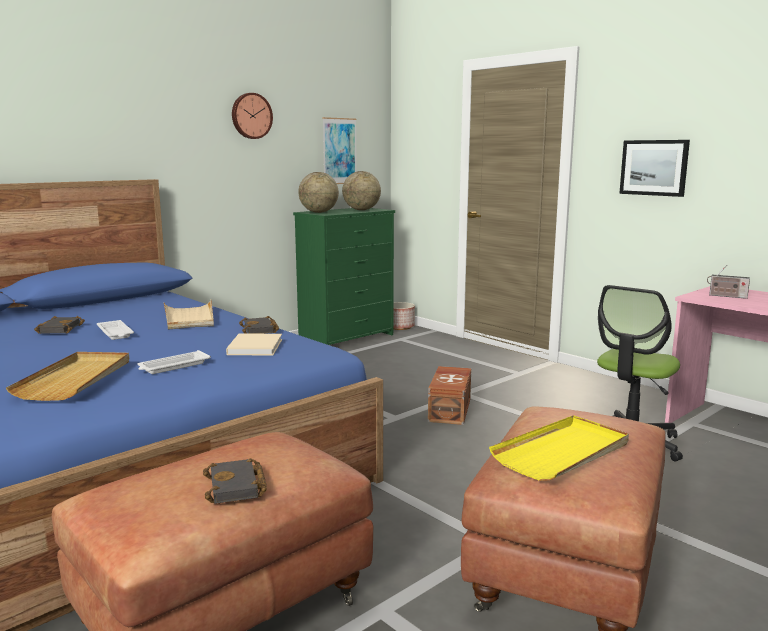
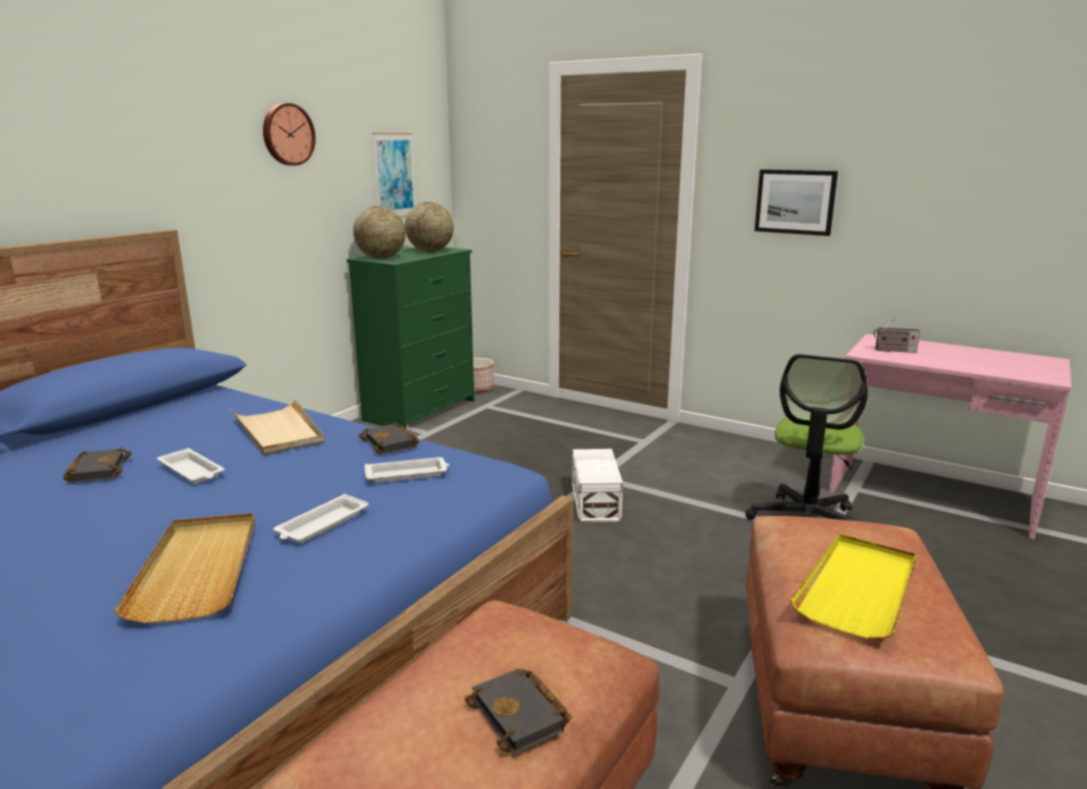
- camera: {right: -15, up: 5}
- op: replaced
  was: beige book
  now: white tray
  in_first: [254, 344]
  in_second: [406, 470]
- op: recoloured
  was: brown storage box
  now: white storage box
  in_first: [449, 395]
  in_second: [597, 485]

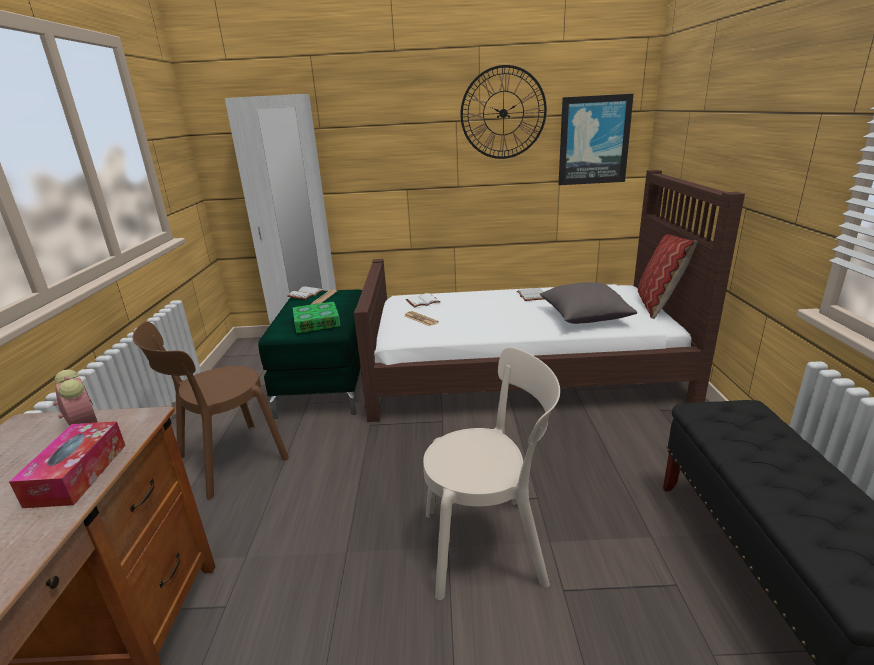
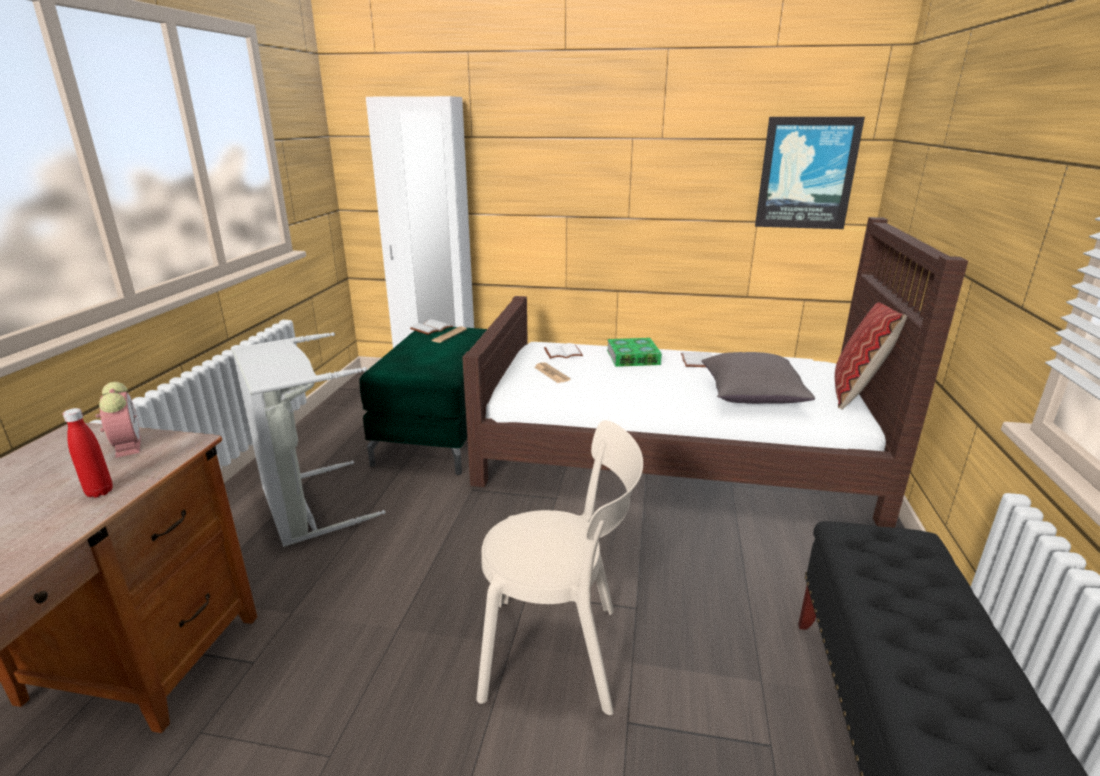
- camera: {right: 10, up: 0}
- op: removed
  was: wall clock
  in_first: [503, 112]
- op: moved
  was: book
  in_first: [316, 317]
  in_second: [634, 352]
- op: replaced
  was: brown chair
  now: grey laundry basket
  in_first: [211, 410]
  in_second: [309, 439]
- op: replaced
  was: tissue box
  now: red bottle
  in_first: [67, 464]
  in_second: [88, 453]

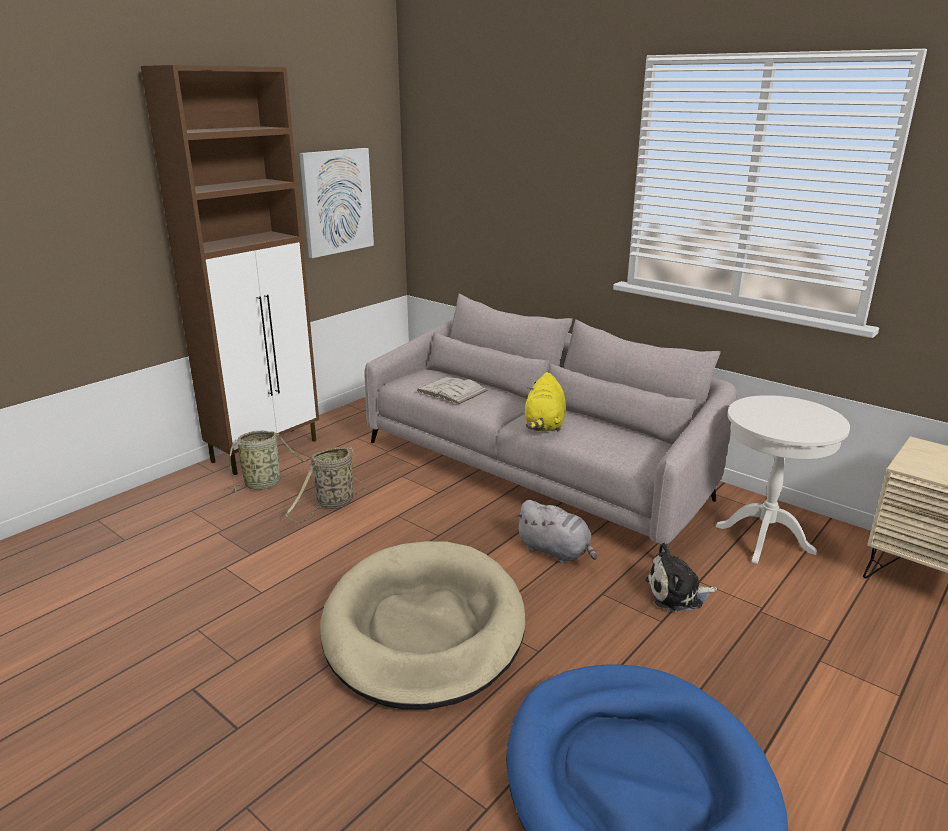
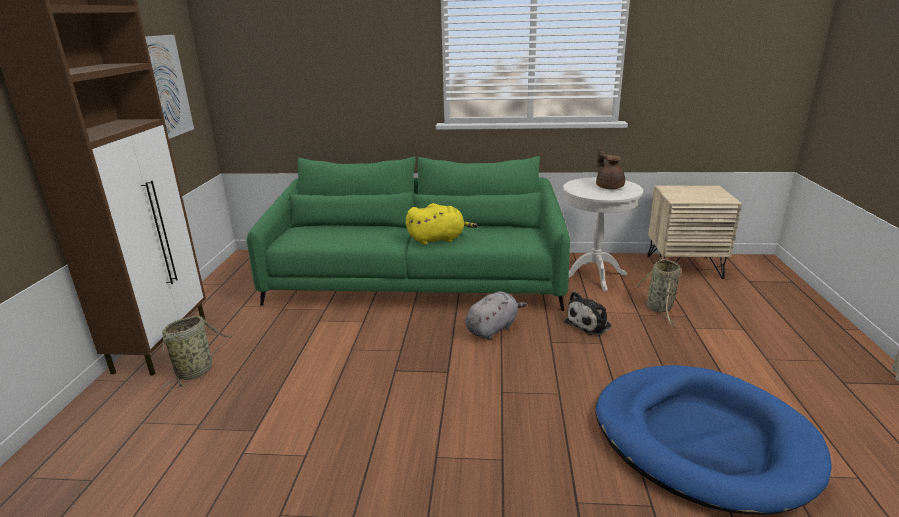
- camera: {right: -35, up: 0}
- op: recoloured
  was: grey sofa
  now: green sofa
  in_first: [550, 419]
  in_second: [408, 233]
- op: turned
  was: yellow plush toy
  in_first: [545, 401]
  in_second: [441, 224]
  clockwise: -75
- op: removed
  was: white book
  in_first: [452, 390]
- op: moved
  was: basket
  in_first: [326, 483]
  in_second: [659, 291]
- op: turned
  was: grey plush toy
  in_first: [556, 531]
  in_second: [496, 315]
  clockwise: -45
- op: removed
  was: beige dog bed
  in_first: [422, 625]
- op: added
  now: brown teapot
  in_second: [610, 167]

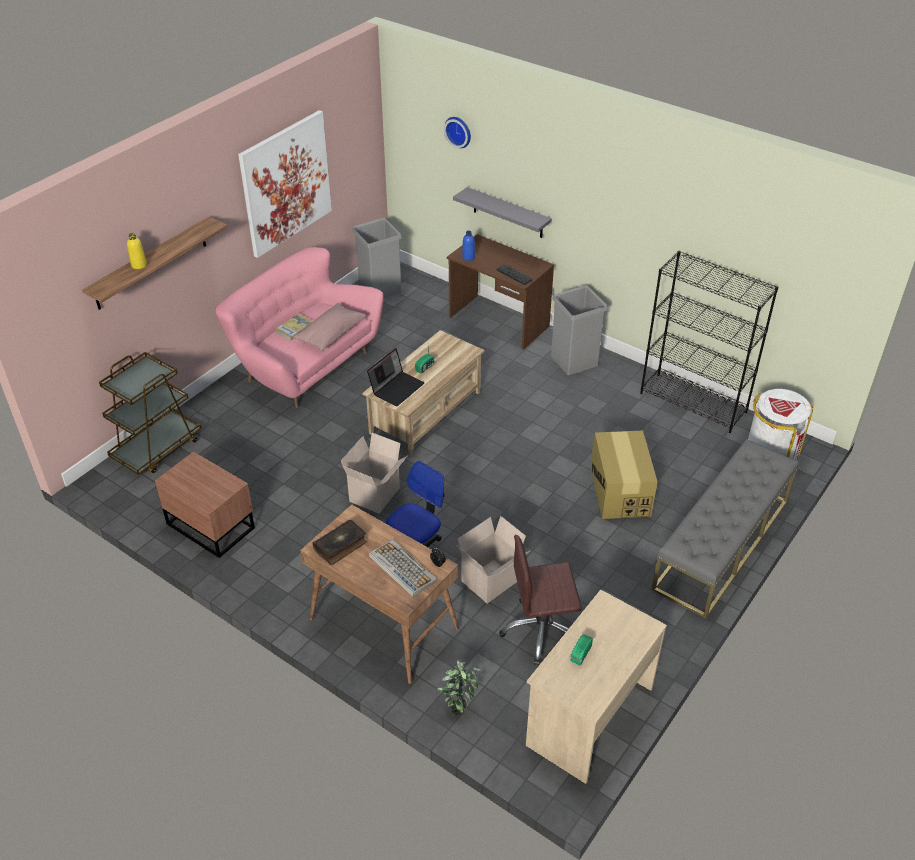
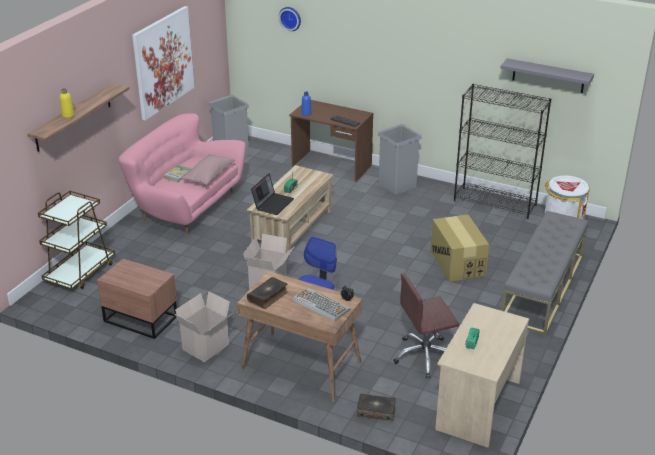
- camera: {right: -10, up: -10}
- op: moved
  was: grey shelf
  in_first: [502, 212]
  in_second: [547, 75]
- op: moved
  was: cardboard box
  in_first: [493, 559]
  in_second: [203, 326]
- op: replaced
  was: potted plant
  now: book
  in_first: [459, 688]
  in_second: [376, 407]

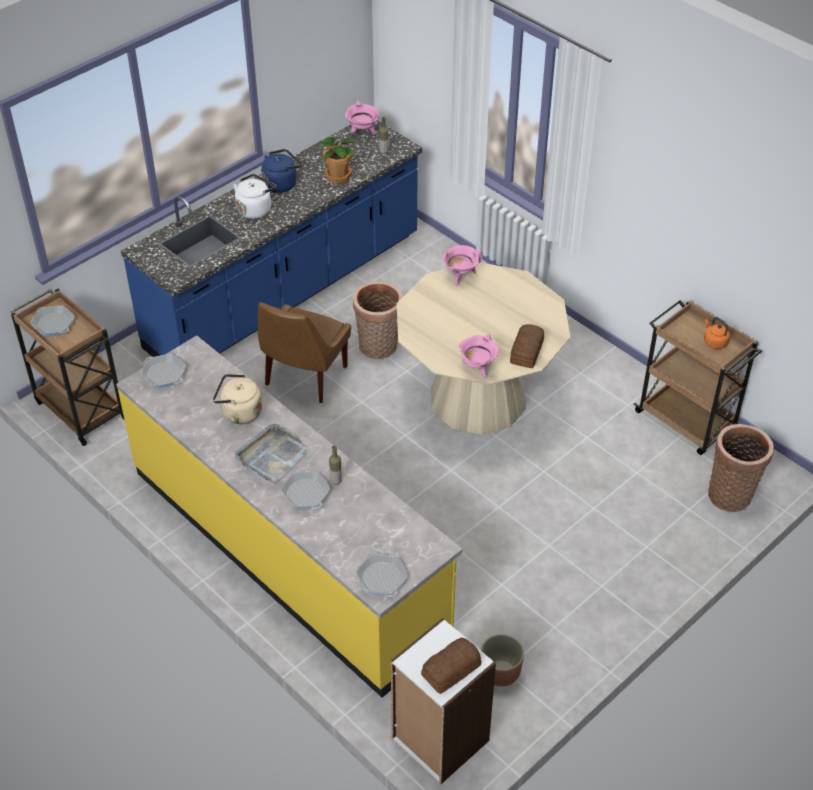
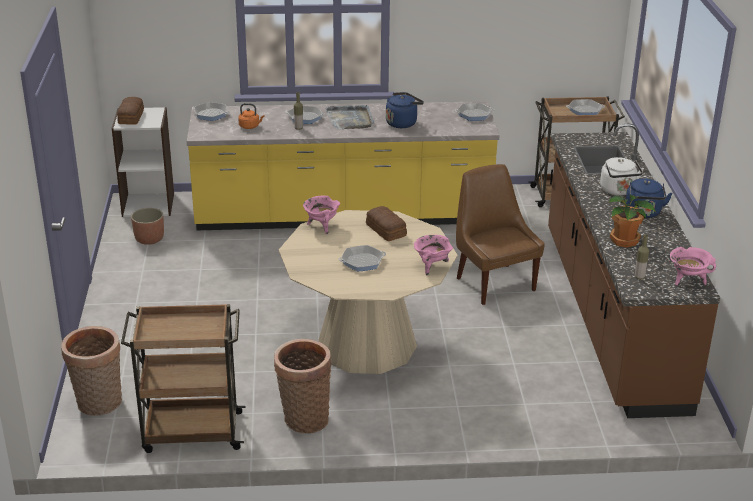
- camera: {right: 130, up: -15}
- op: recoloured
  was: blue counter
  now: brown counter
  in_first: [271, 238]
  in_second: [634, 271]
- op: moved
  was: basket
  in_first: [378, 320]
  in_second: [303, 386]
- op: moved
  was: orange kettle
  in_first: [717, 333]
  in_second: [251, 116]
- op: moved
  was: bread
  in_first: [527, 346]
  in_second: [386, 223]
- op: recoloured
  was: beige kettle
  now: blue kettle
  in_first: [237, 399]
  in_second: [405, 110]
- op: added
  now: frying pan
  in_second: [362, 258]

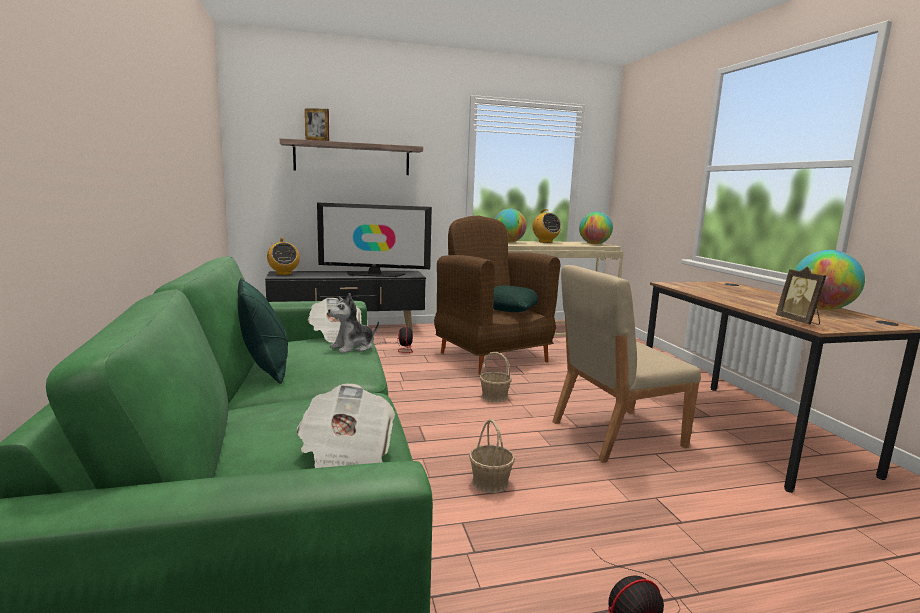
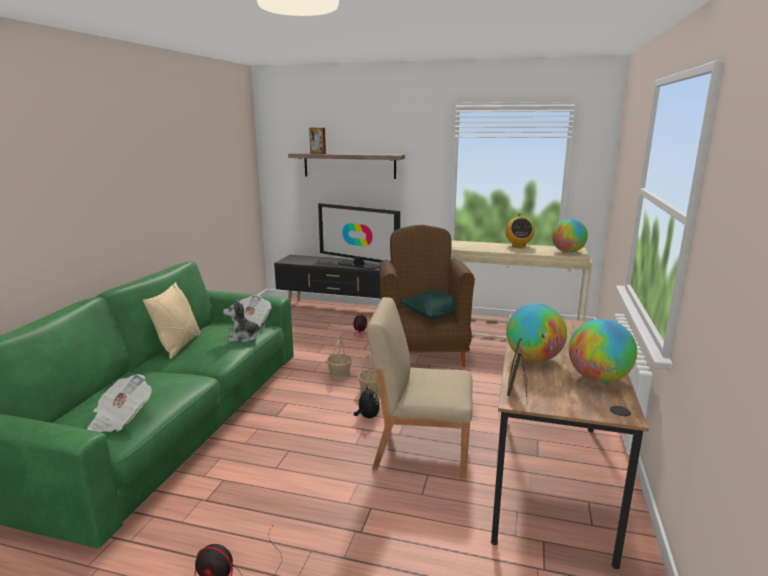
- camera: {right: 30, up: 5}
- op: moved
  was: globe
  in_first: [510, 226]
  in_second: [536, 332]
- op: removed
  was: radio
  in_first: [283, 256]
- op: recoloured
  was: green pillow
  now: beige pillow
  in_first: [263, 331]
  in_second: [171, 320]
- op: moved
  was: basket
  in_first: [492, 456]
  in_second: [339, 359]
- op: added
  now: plush toy
  in_second: [367, 402]

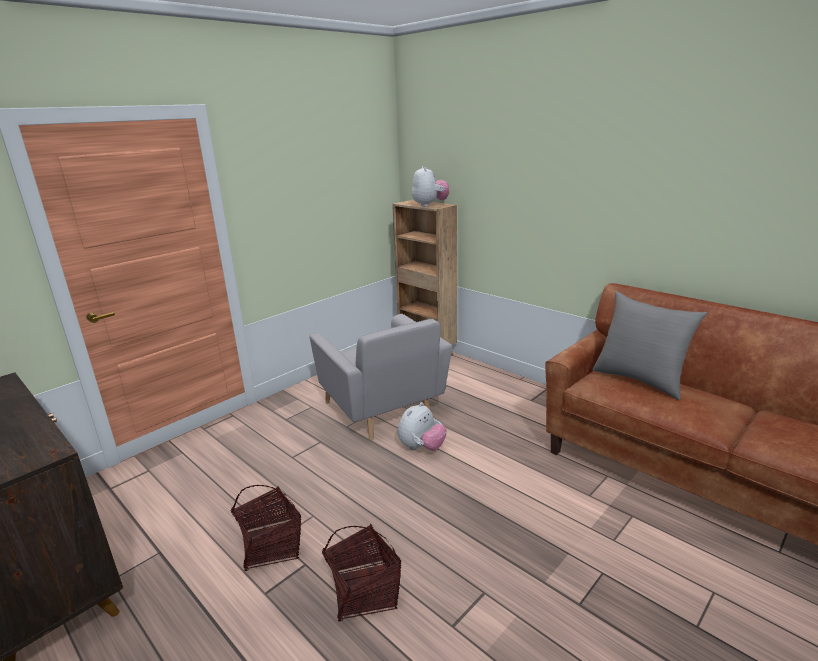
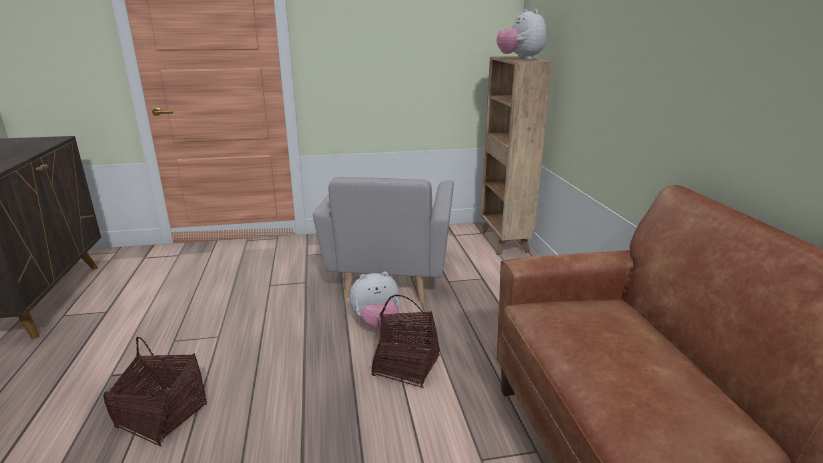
- camera: {right: 35, up: 0}
- op: turned
  was: plush toy
  in_first: [431, 186]
  in_second: [522, 34]
  clockwise: 135
- op: removed
  was: grey pillow
  in_first: [650, 345]
- op: moved
  was: basket
  in_first: [266, 528]
  in_second: [405, 341]

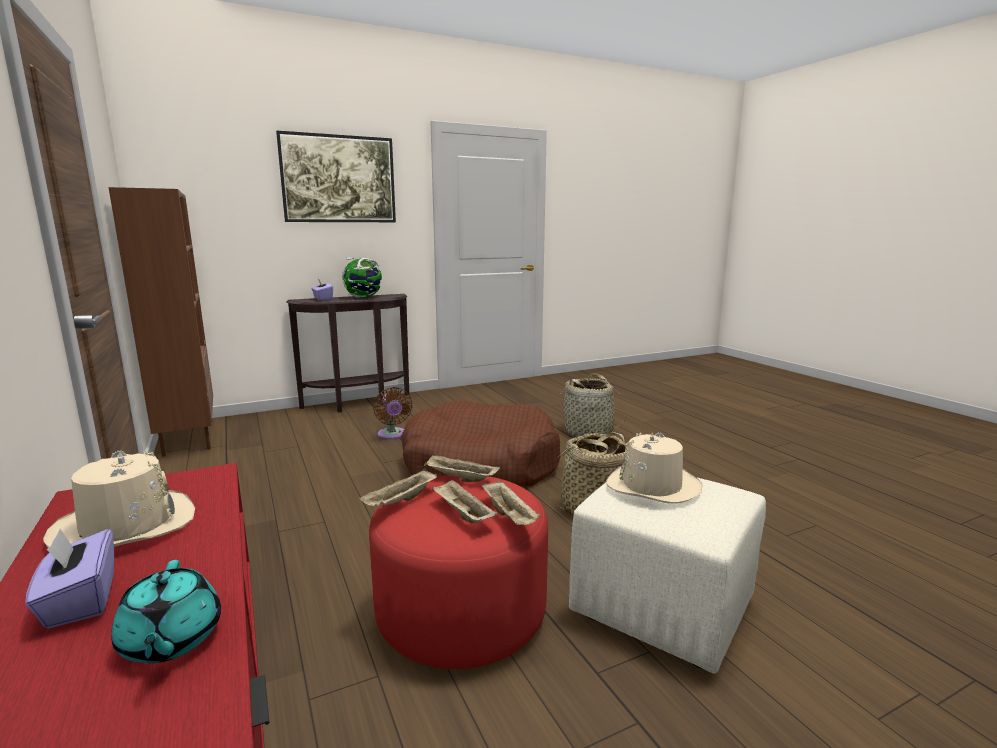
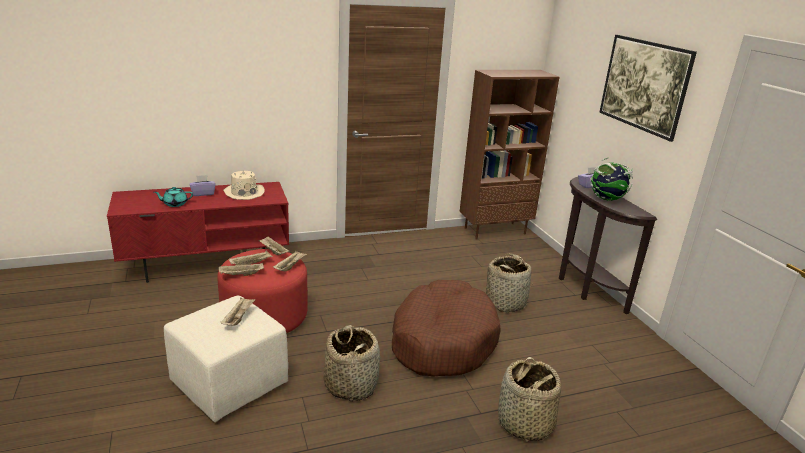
- camera: {right: 95, up: 10}
- op: replaced
  was: brown fan
  now: basket
  in_first: [392, 413]
  in_second: [510, 282]
- op: replaced
  was: beige hat
  now: beige tray
  in_first: [654, 468]
  in_second: [238, 311]

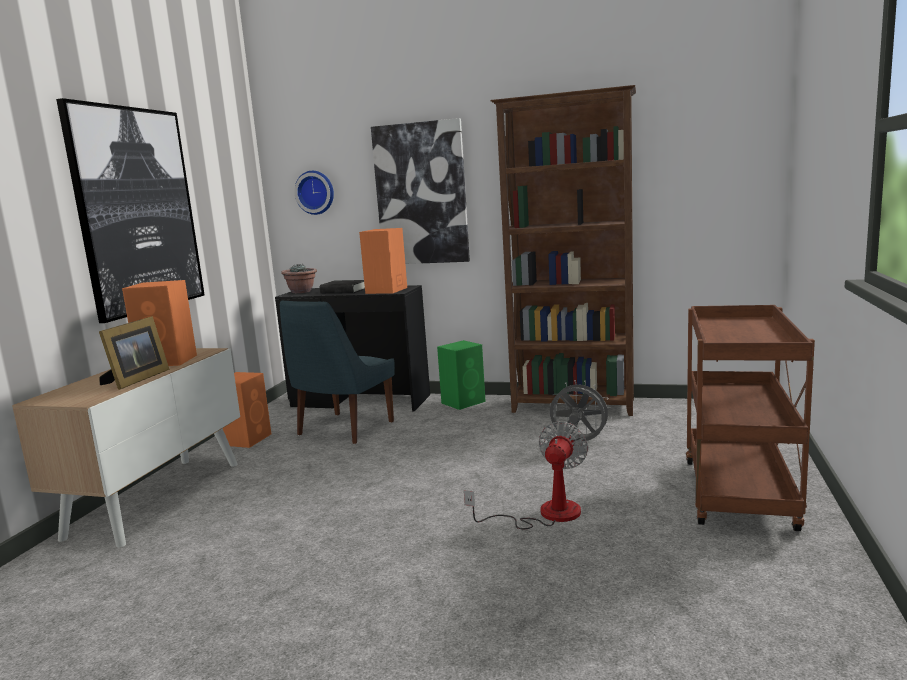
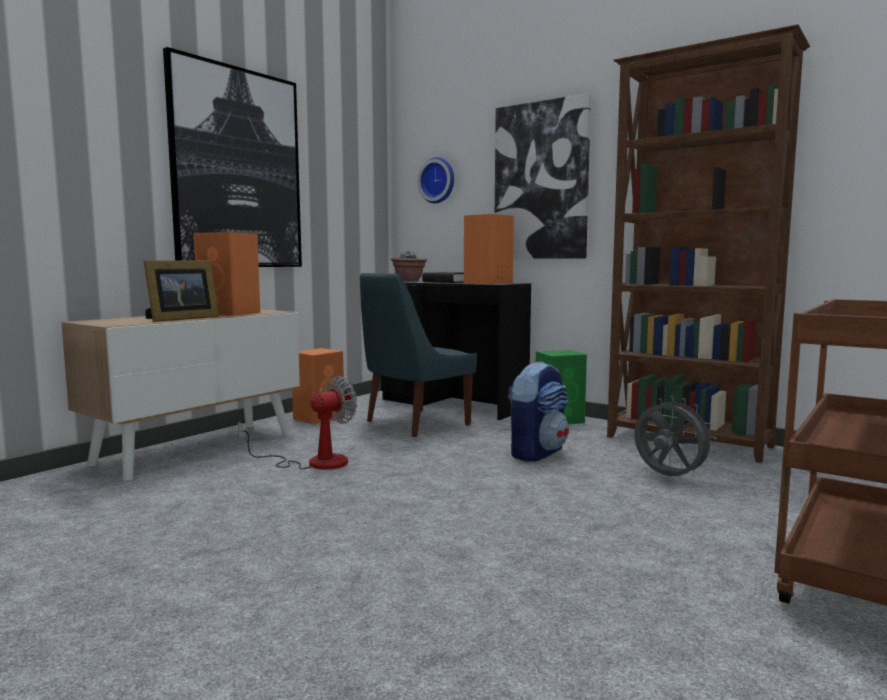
- camera: {right: 20, up: -5}
- op: moved
  was: fan
  in_first: [526, 475]
  in_second: [297, 423]
- op: added
  now: backpack
  in_second: [538, 412]

